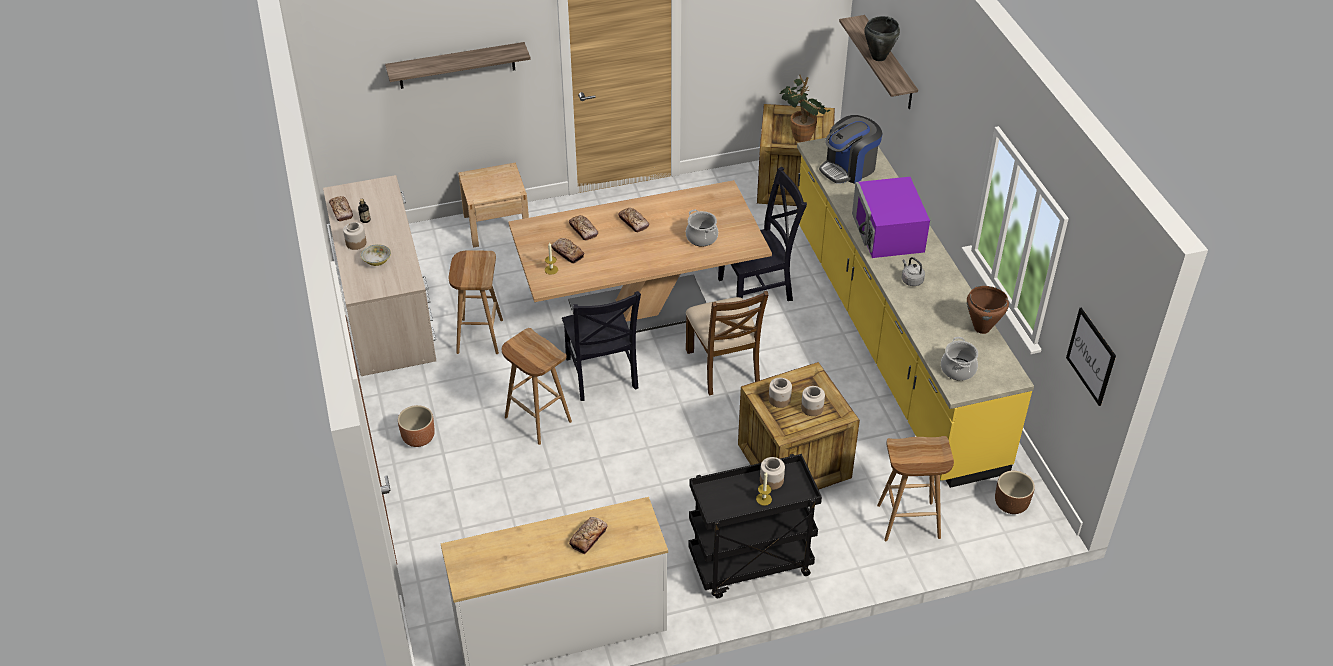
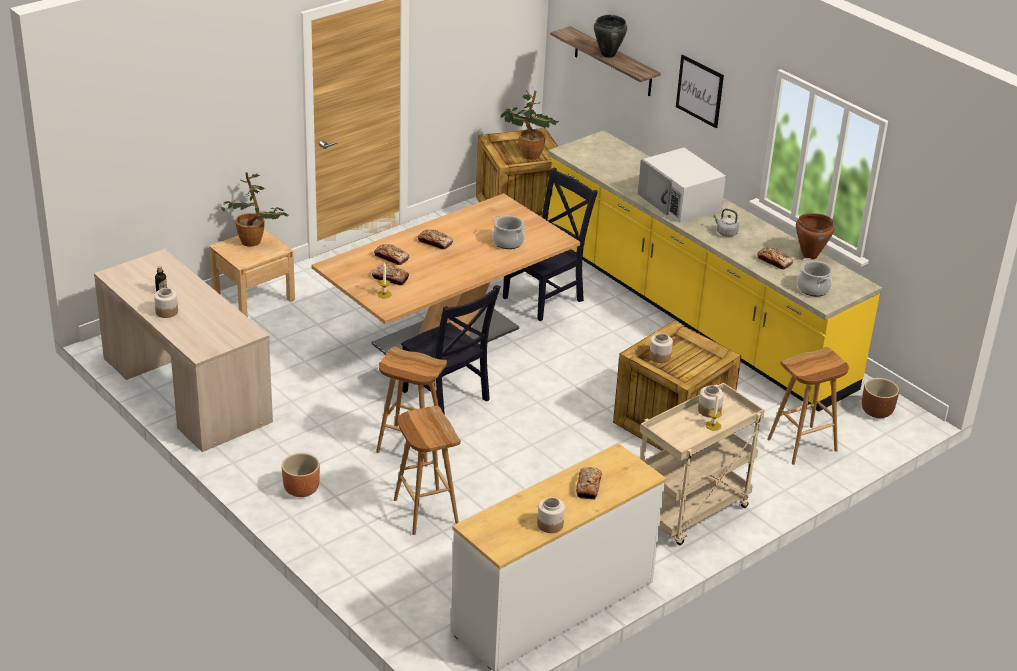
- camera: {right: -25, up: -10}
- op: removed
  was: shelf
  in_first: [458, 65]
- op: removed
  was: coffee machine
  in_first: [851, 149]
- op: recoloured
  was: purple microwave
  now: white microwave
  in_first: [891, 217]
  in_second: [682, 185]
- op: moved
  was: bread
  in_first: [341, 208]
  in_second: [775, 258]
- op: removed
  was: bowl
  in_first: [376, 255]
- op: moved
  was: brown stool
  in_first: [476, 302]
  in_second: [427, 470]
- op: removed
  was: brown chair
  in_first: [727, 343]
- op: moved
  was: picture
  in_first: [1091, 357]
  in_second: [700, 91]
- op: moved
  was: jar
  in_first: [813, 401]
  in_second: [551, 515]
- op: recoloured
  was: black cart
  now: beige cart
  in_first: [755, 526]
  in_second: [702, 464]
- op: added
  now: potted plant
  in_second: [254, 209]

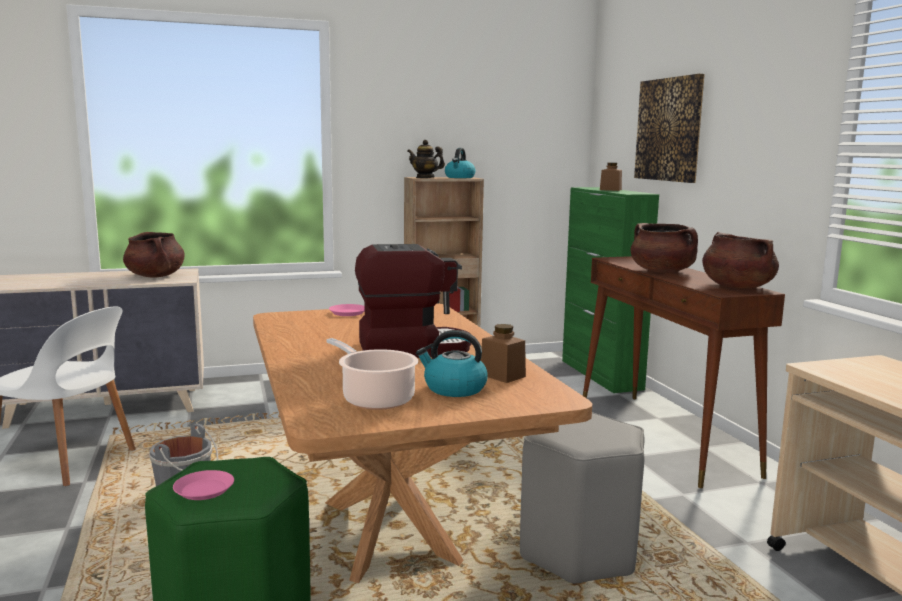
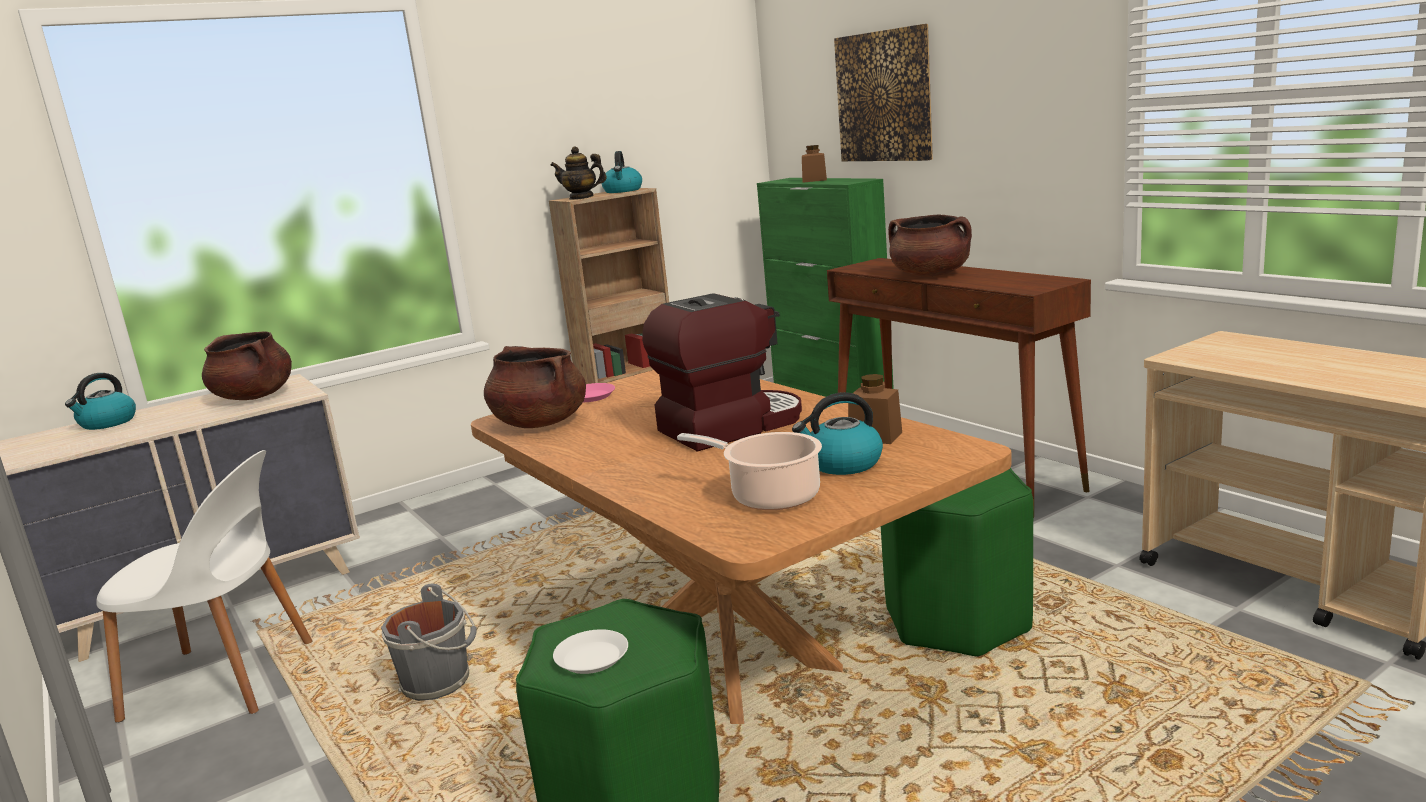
- camera: {right: -15, up: 5}
- op: moved
  was: brown cooking pot
  in_first: [740, 260]
  in_second: [535, 387]
- op: recoloured
  was: grey stool
  now: green stool
  in_first: [582, 498]
  in_second: [957, 562]
- op: recoloured
  was: pink plate
  now: white plate
  in_first: [203, 485]
  in_second: [590, 651]
- op: added
  now: kettle
  in_second: [100, 401]

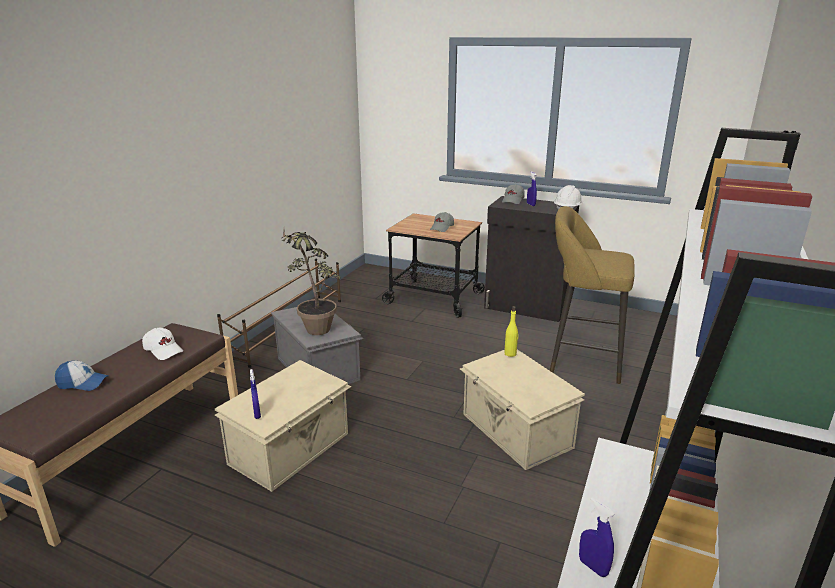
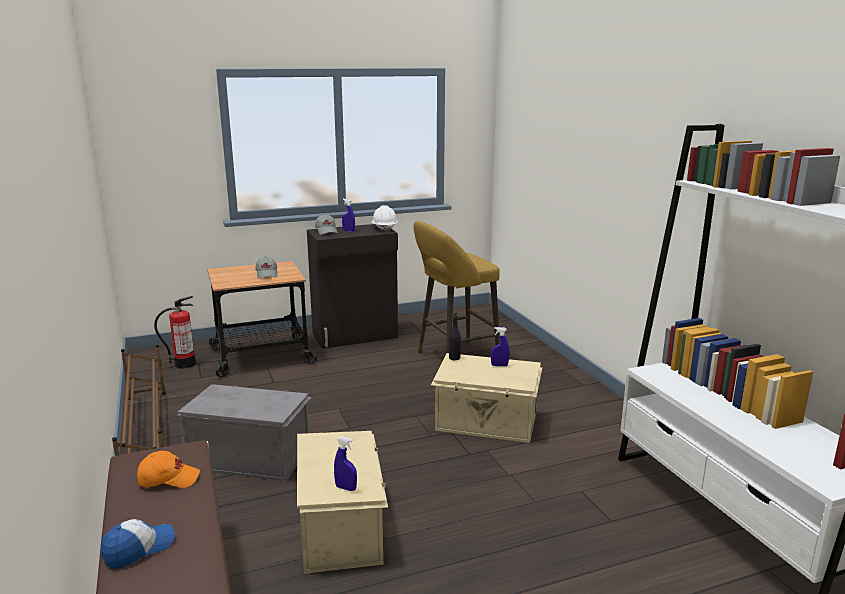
- camera: {right: -45, up: -5}
- op: removed
  was: potted plant
  in_first: [310, 282]
- op: recoloured
  was: yellow bottle
  now: black bottle
  in_first: [511, 331]
  in_second: [455, 336]
- op: recoloured
  was: white cap
  now: orange cap
  in_first: [162, 344]
  in_second: [168, 469]
- op: moved
  was: blue spray bottle
  in_first: [596, 537]
  in_second: [500, 347]
- op: added
  now: fire extinguisher
  in_second: [175, 332]

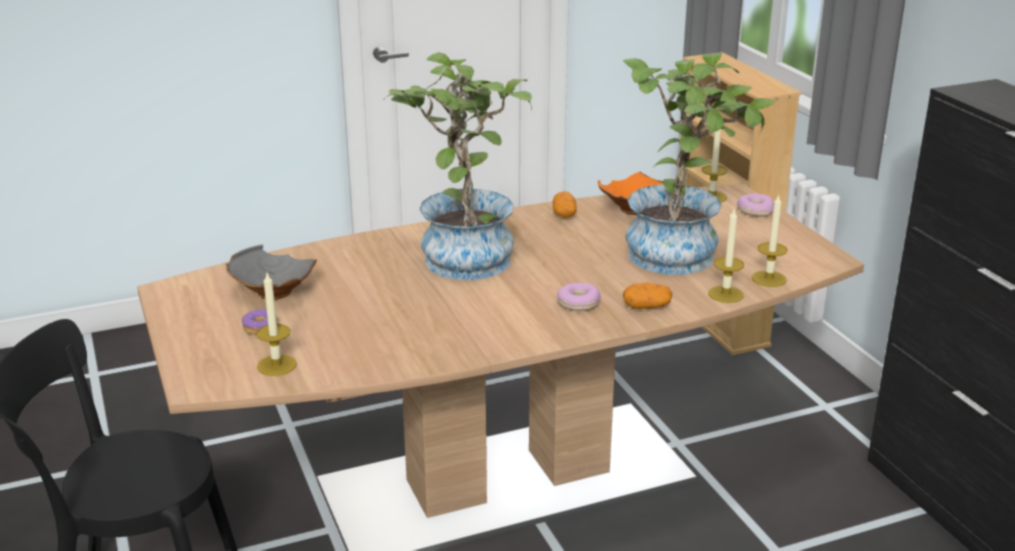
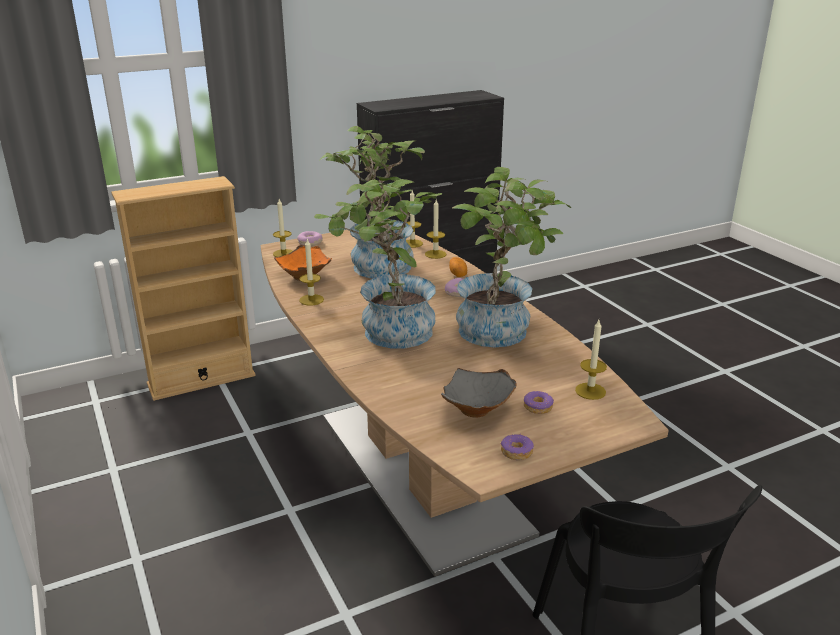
- camera: {right: -95, up: 0}
- op: replaced
  was: potato
  now: candle
  in_first: [565, 204]
  in_second: [311, 272]
- op: added
  now: potted plant
  in_second: [511, 257]
- op: added
  now: donut
  in_second: [517, 447]

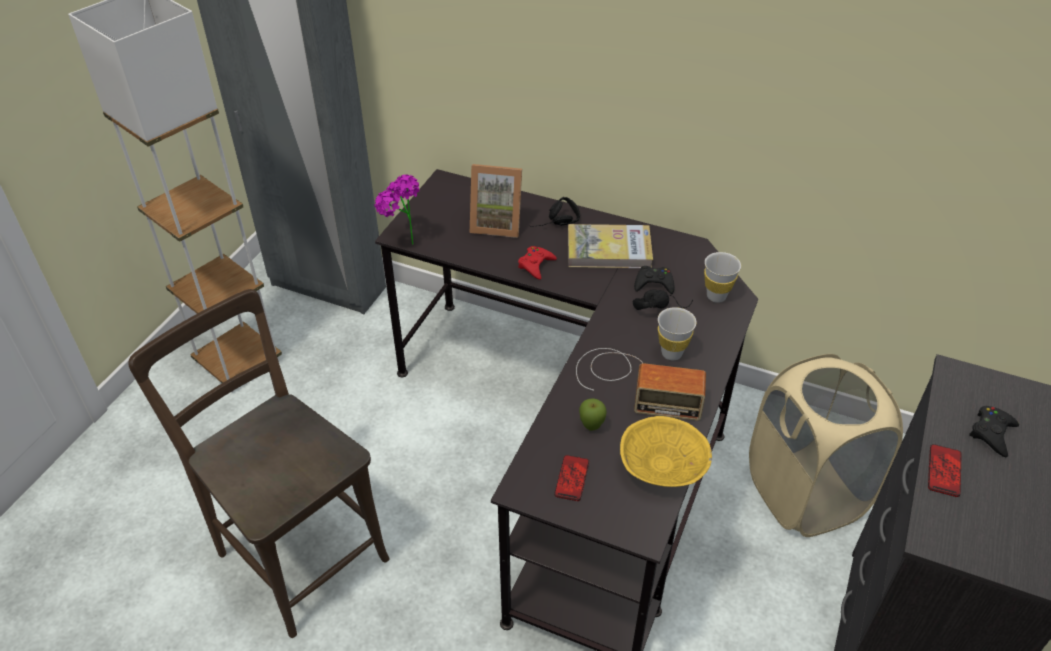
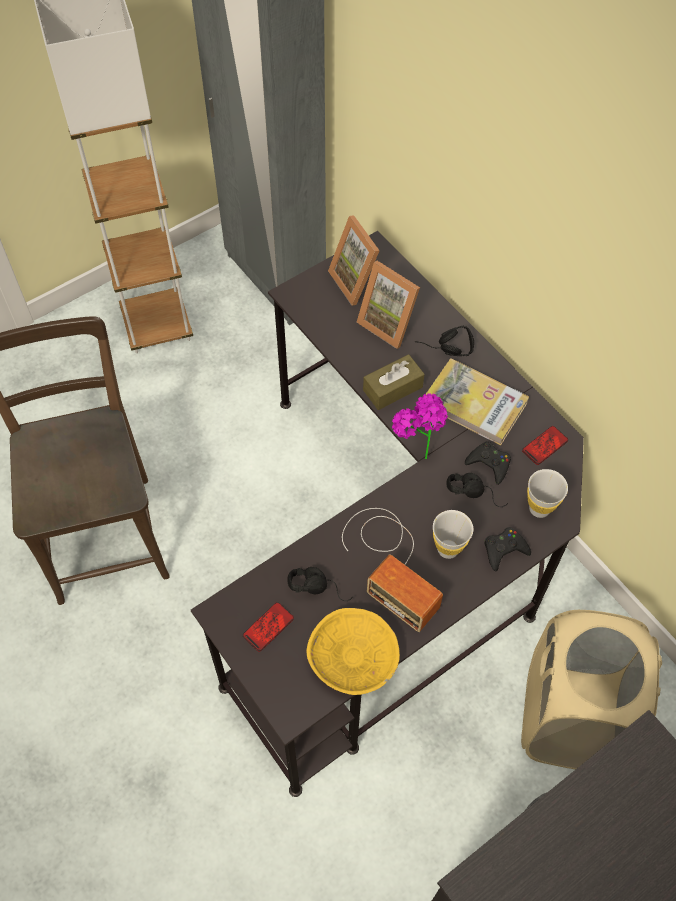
- camera: {right: 30, up: 15}
- op: moved
  was: potted plant
  in_first: [397, 209]
  in_second: [420, 426]
- op: replaced
  was: red game controller
  now: brown tissue box
  in_first: [537, 263]
  in_second: [394, 382]
- op: replaced
  was: apple
  now: black headphones
  in_first: [593, 414]
  in_second: [320, 584]
- op: moved
  was: black game controller
  in_first: [994, 431]
  in_second: [507, 549]
- op: moved
  was: phone
  in_first: [945, 470]
  in_second: [545, 445]
- op: added
  now: picture frame
  in_second: [354, 260]

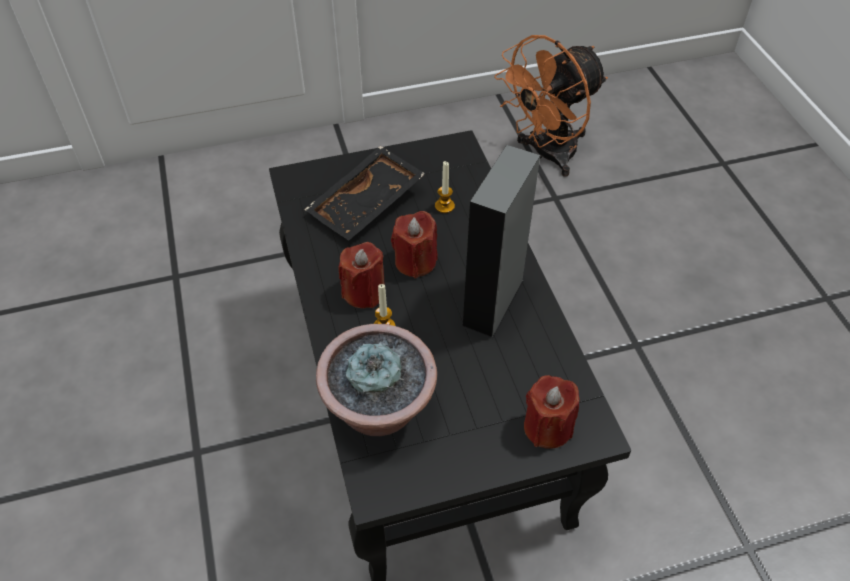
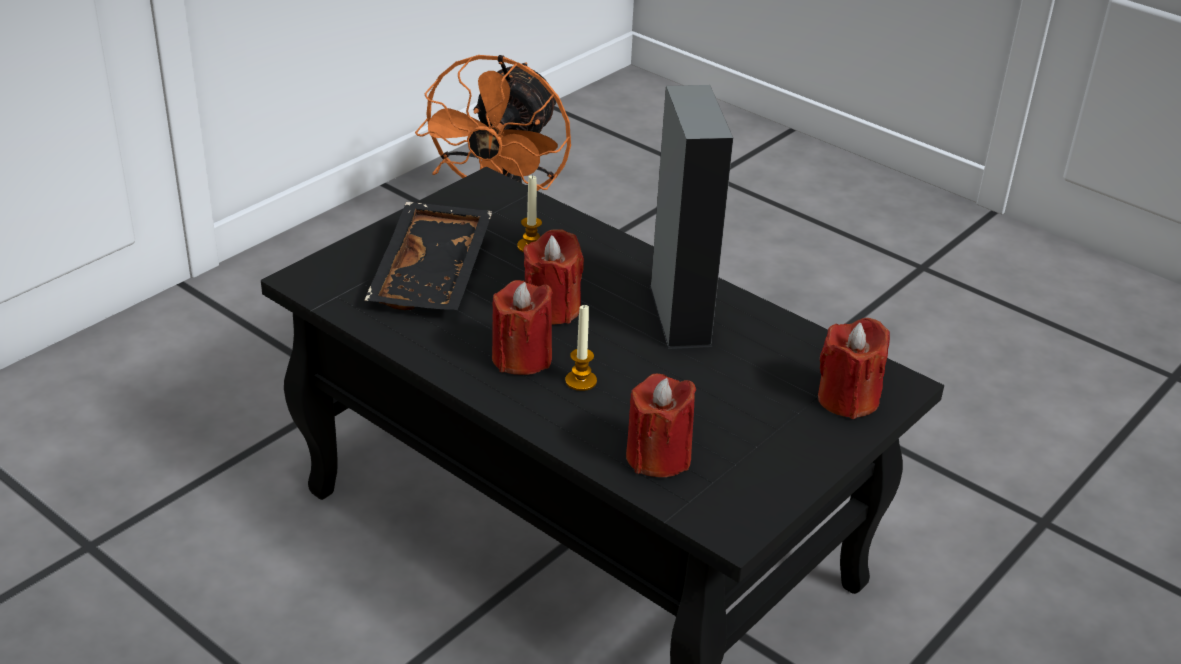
- camera: {right: -35, up: -15}
- op: replaced
  was: potted plant
  now: red candle
  in_first: [376, 380]
  in_second: [661, 425]

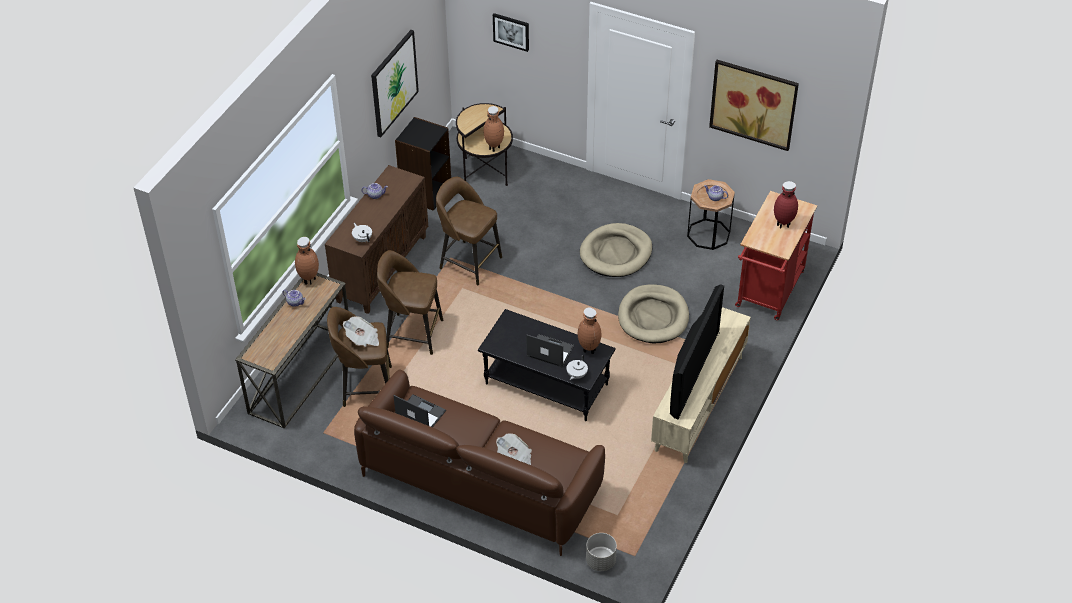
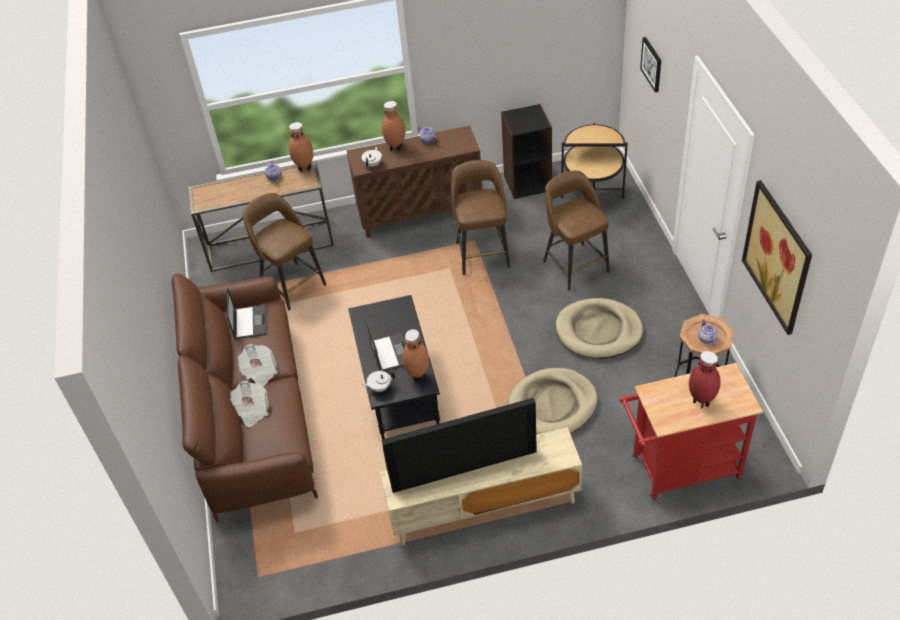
- camera: {right: 55, up: 0}
- op: removed
  was: picture
  in_first: [395, 83]
- op: moved
  was: brown vase
  in_first: [494, 129]
  in_second: [393, 126]
- op: moved
  was: brown stool
  in_first: [410, 302]
  in_second: [576, 230]
- op: moved
  was: newspaper
  in_first: [361, 331]
  in_second: [258, 365]
- op: removed
  was: grey planter
  in_first: [601, 552]

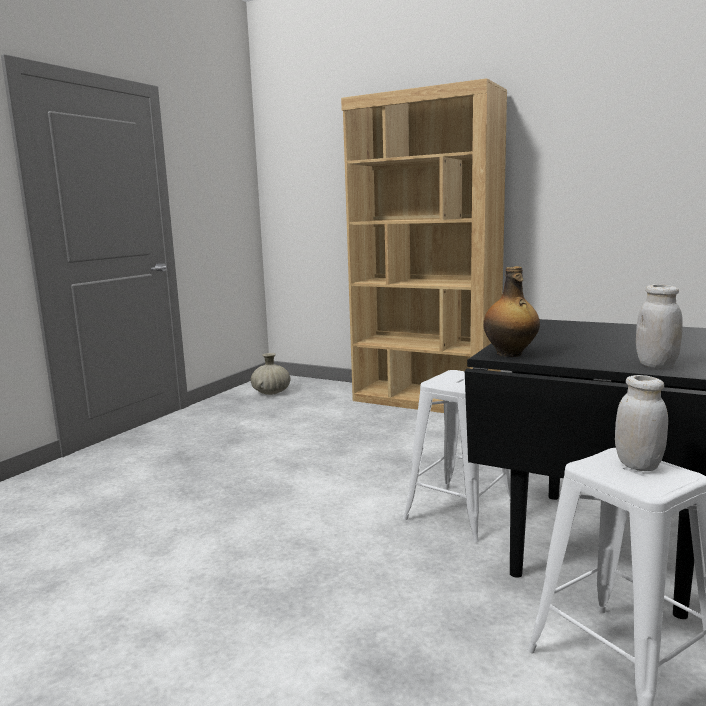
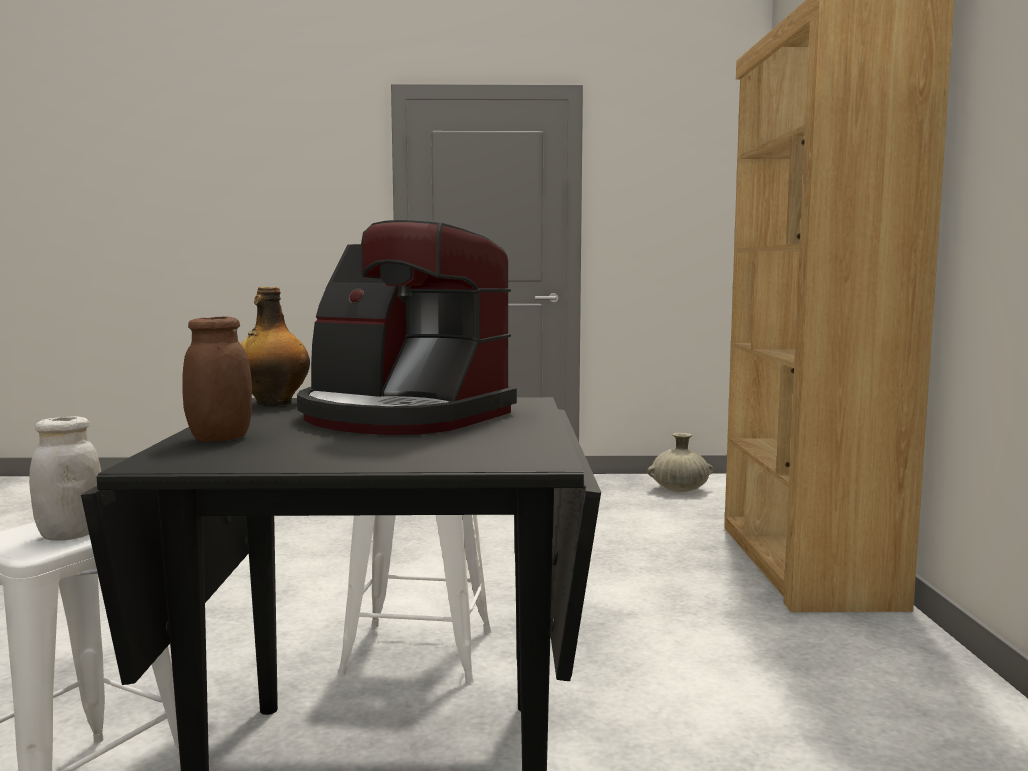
- camera: {right: 60, up: -5}
- op: recoloured
  was: white jar
  now: brown jar
  in_first: [659, 326]
  in_second: [217, 379]
- op: added
  now: coffee machine
  in_second: [407, 327]

